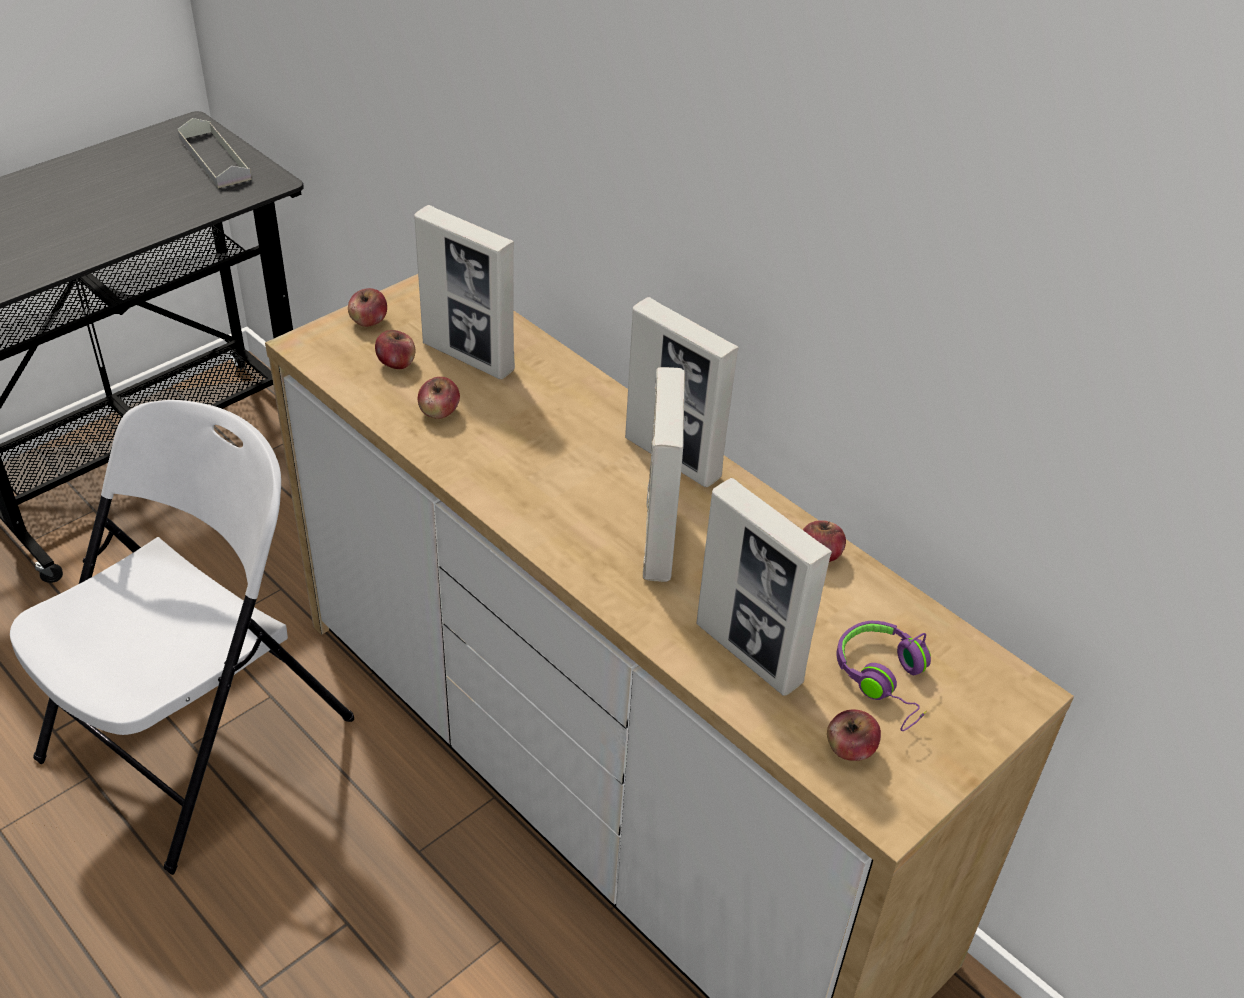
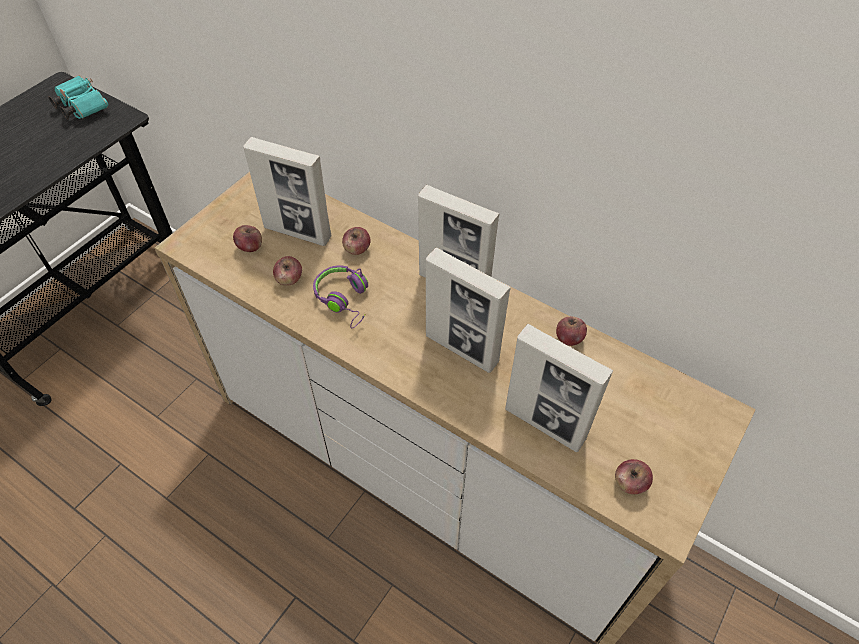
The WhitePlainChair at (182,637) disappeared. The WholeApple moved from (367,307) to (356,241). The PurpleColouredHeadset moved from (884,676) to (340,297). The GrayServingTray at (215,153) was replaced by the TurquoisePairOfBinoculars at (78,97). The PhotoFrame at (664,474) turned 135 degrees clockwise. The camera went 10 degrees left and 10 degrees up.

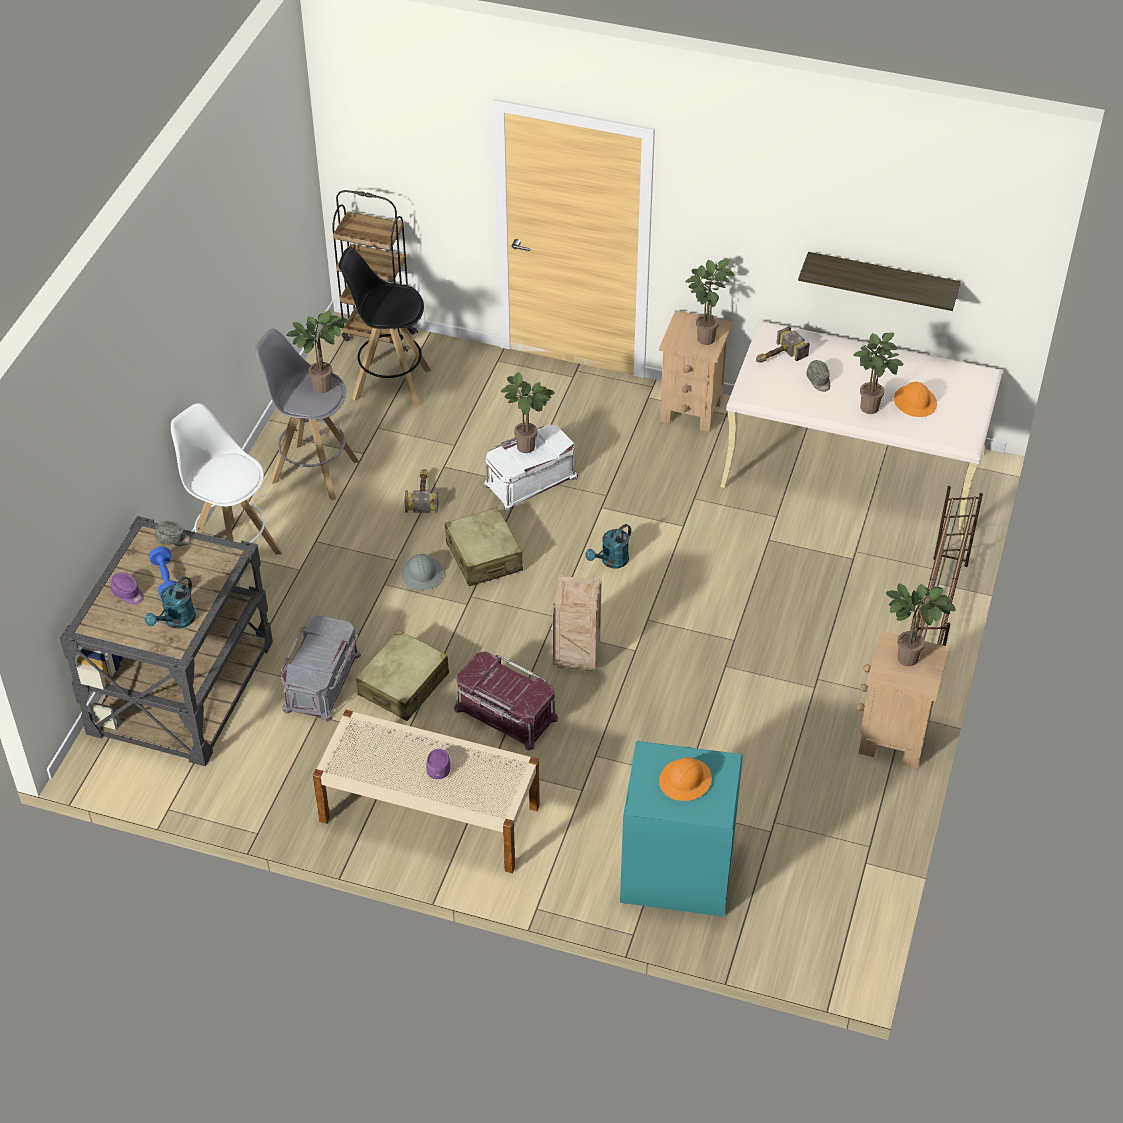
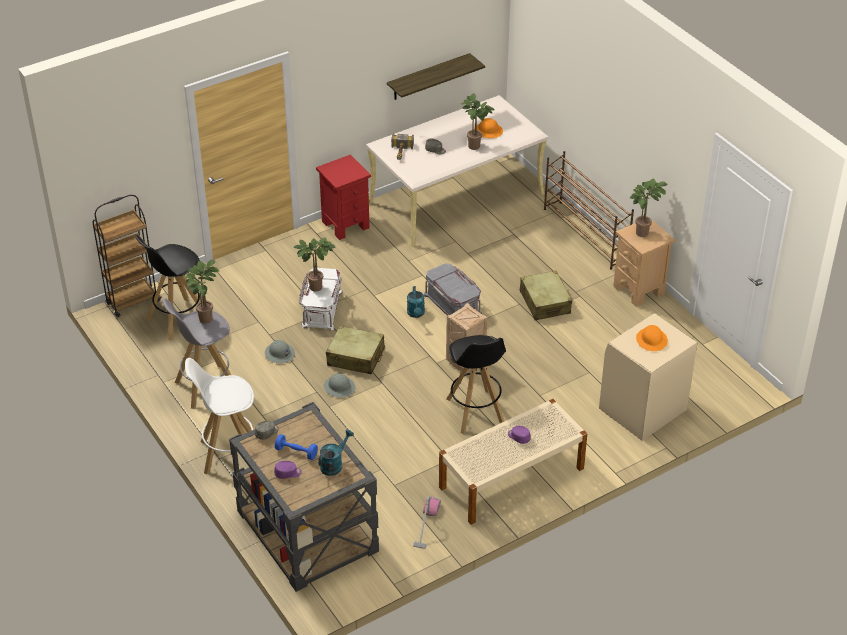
The Houseplant at (709,302) disappeared. The Vacuum at (427,522) appeared. The GrayStorageBin moved from (321,669) to (453,289). The BeigeTravelCase moved from (402,675) to (546,295). The ToolHammer at (421,491) was replaced by the GraySafetyHelmet at (280,351). The RedColouredStorageBin at (506,701) was replaced by the BlackColouredStoolSeat at (476,384). The TurquoiseWashingMachine at (681,829) became the BeigeWashingMachine at (648,377). The BeigeNightTable at (696,371) became the RedColouredNightTable at (343,197). The TurquoiseWateringPot at (170,602) turned 120 degrees counterclockwise. The camera went 50 degrees left and 5 degrees down.

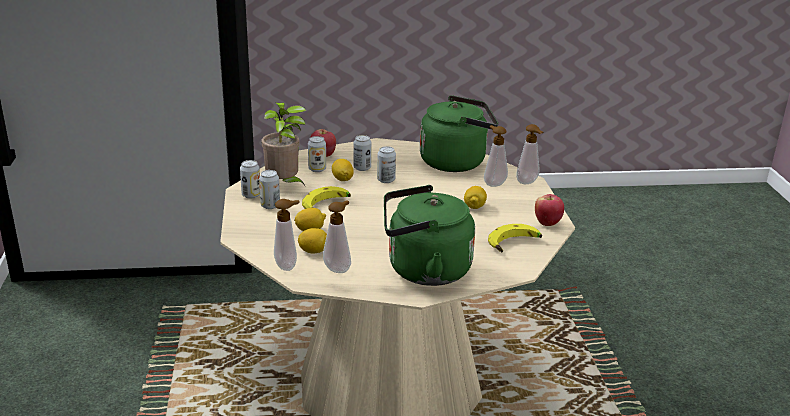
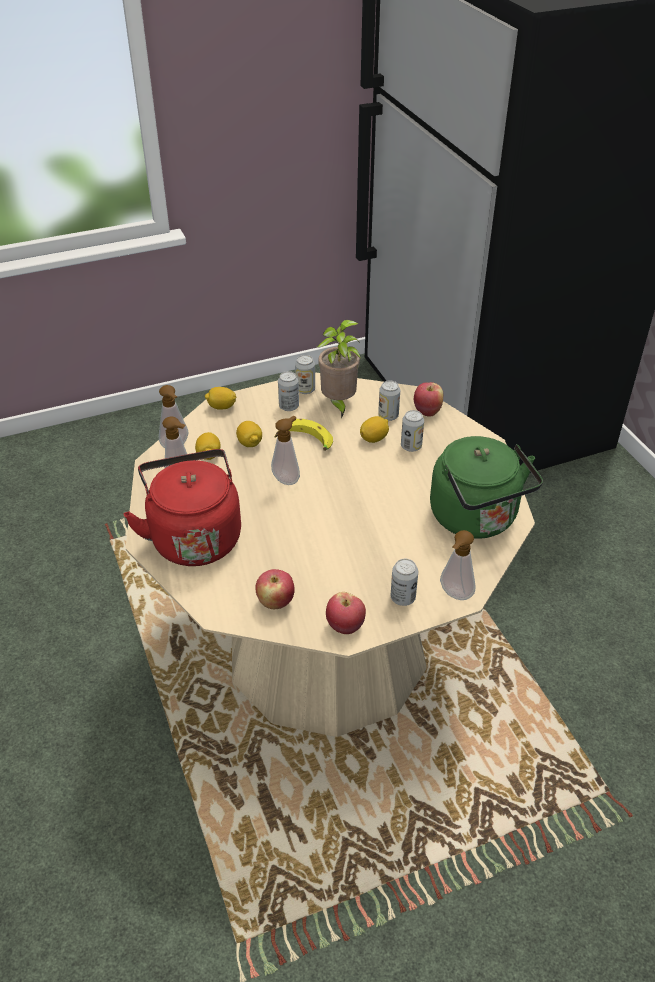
The Can moved from (386,164) to (404,582). The Lemon moved from (475,197) to (221,398). The LiquidSoapBottle moved from (496,156) to (285,450). The Banana at (515,238) was replaced by the WholeApple at (275,589). The GreenColouredTeaKettle at (429,235) became the RedColouredTeaKettle at (182,507). The camera went 75 degrees right and 15 degrees up.

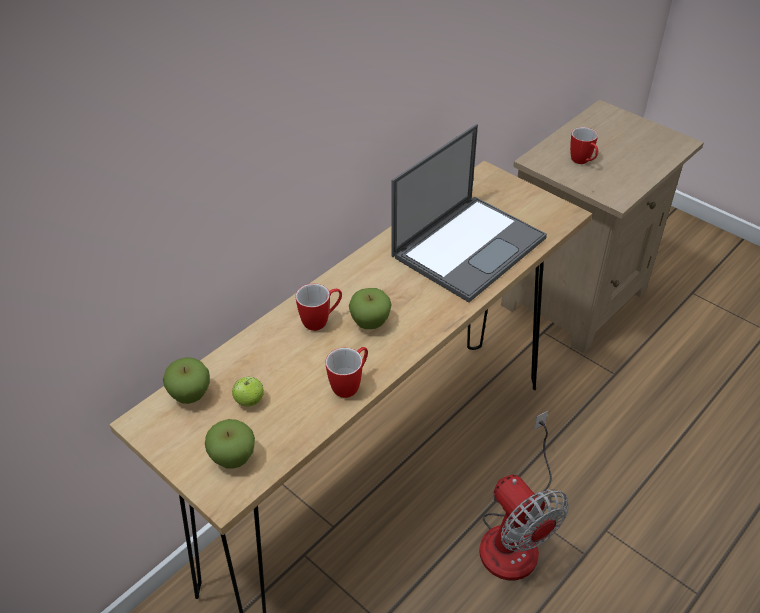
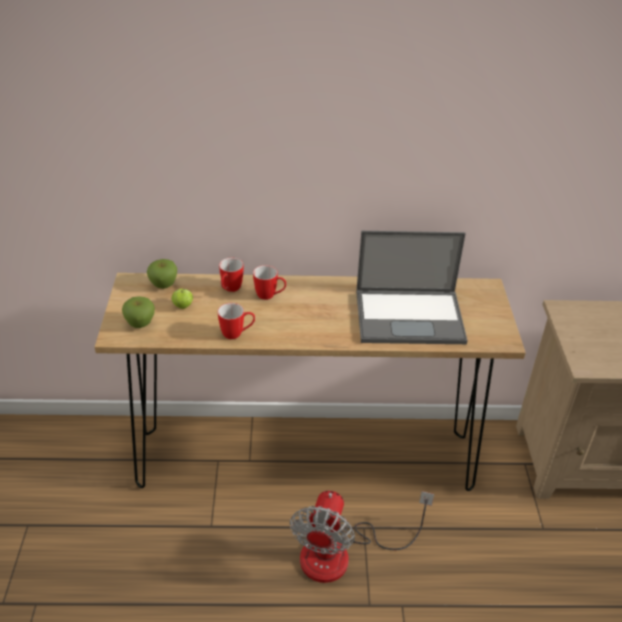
The WholeApple at (370,308) disappeared. The Mug moved from (584,145) to (231,275). The camera went 45 degrees right and 5 degrees down.

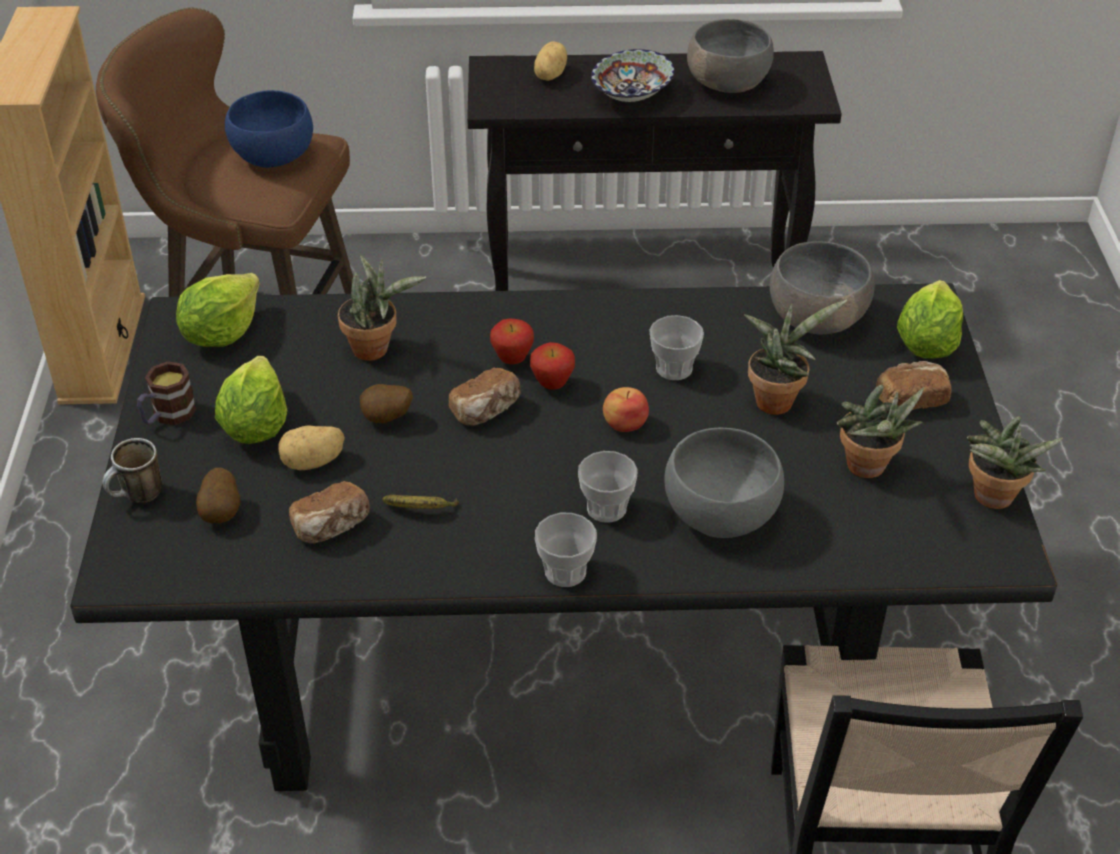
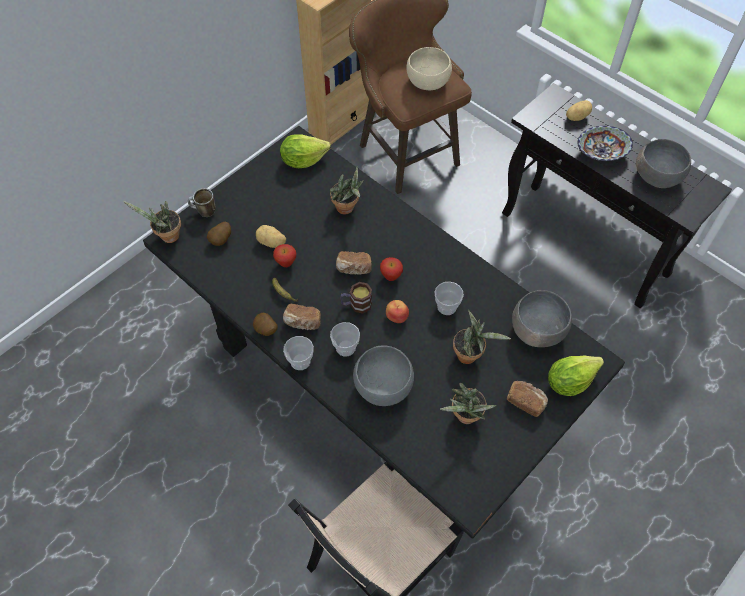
The Lettuce at (251,400) disappeared. The Mug moved from (167,393) to (356,298). The BakeryBread moved from (329,512) to (302,317). The WholePotato moved from (386,403) to (265,324). The WholeApple moved from (512,341) to (285,255). The Houseplant moved from (1015,463) to (152,222). The BlueDeepDish at (269,129) became the BeigeDeepDish at (429,68). The camera went 45 degrees right and 15 degrees up.

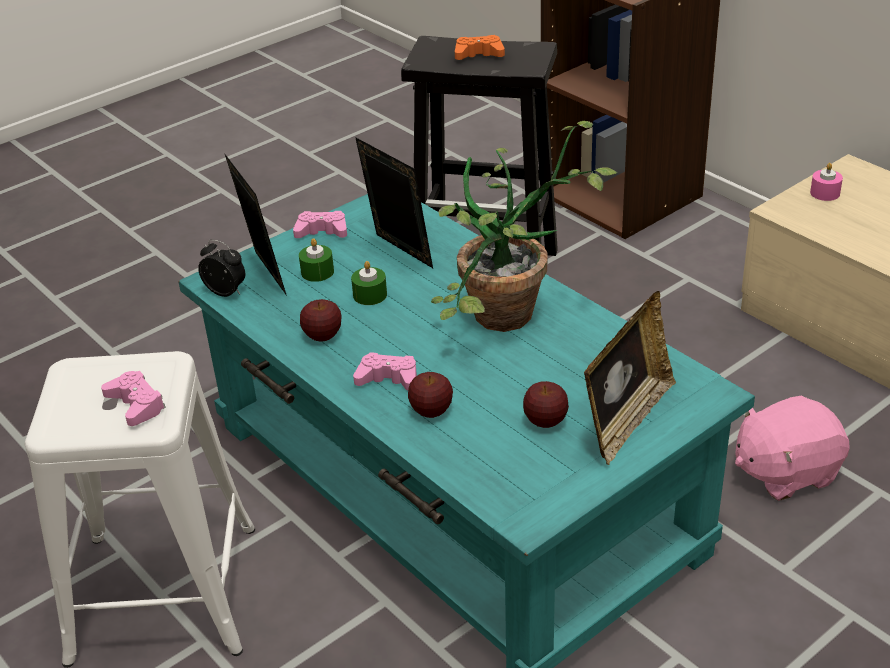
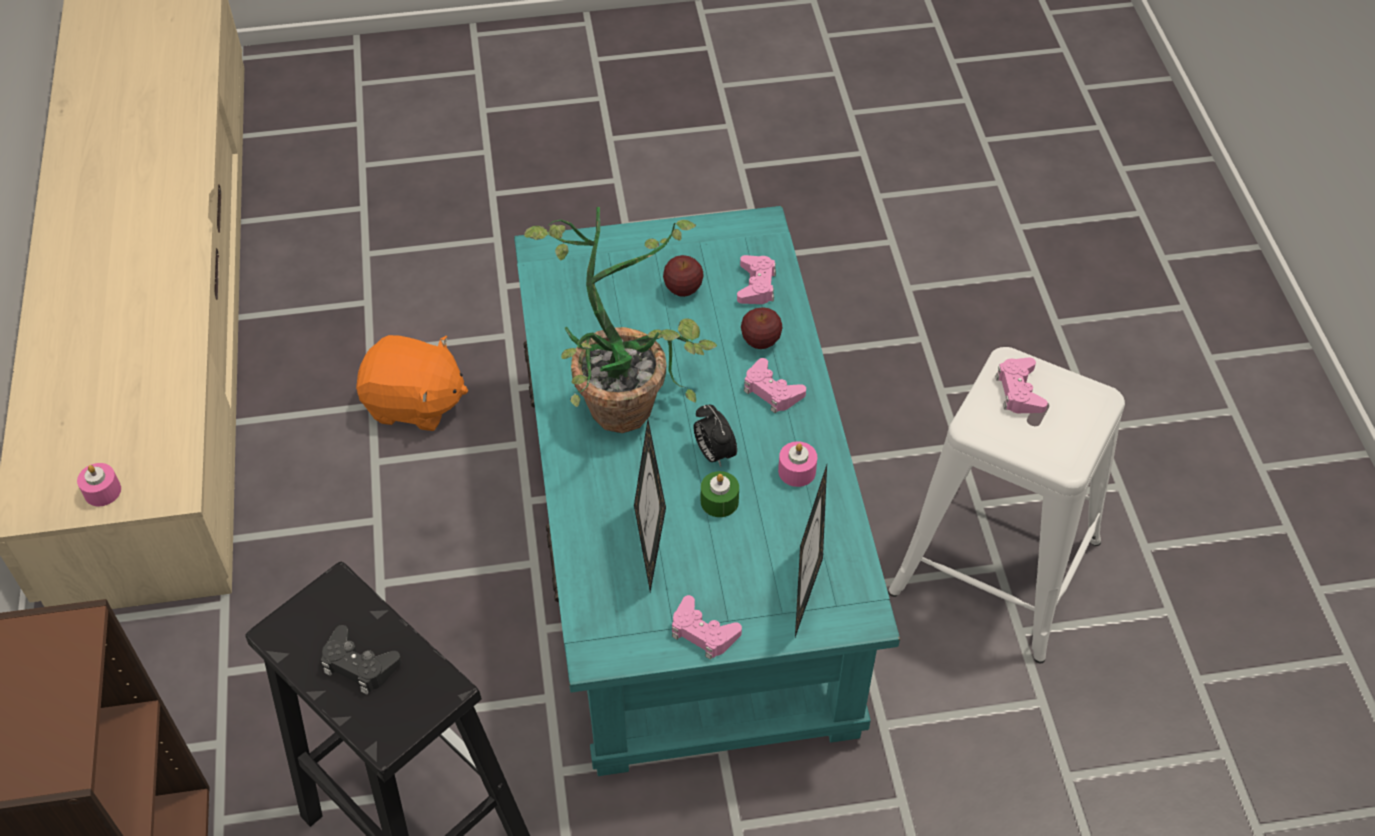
The GreenColouredWaxLight at (316,260) disappeared. The PhotoFrame at (630,378) disappeared. The PinkJoypad at (756,279) appeared. The BedsideClock moved from (221,268) to (715,436). The WholeApple at (321,320) was replaced by the PinkWaxLight at (797,464). The OrangeyJoypad at (480,47) became the BlackColouredJoypad at (361,659). The PinkSoftToy at (792,448) became the OrangeySoftToy at (412,383). The camera went 150 degrees left and 15 degrees up.

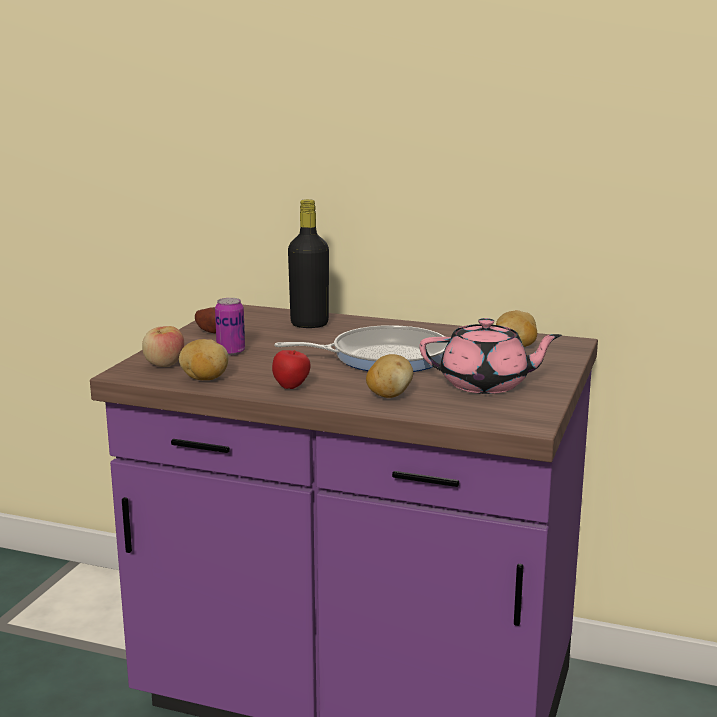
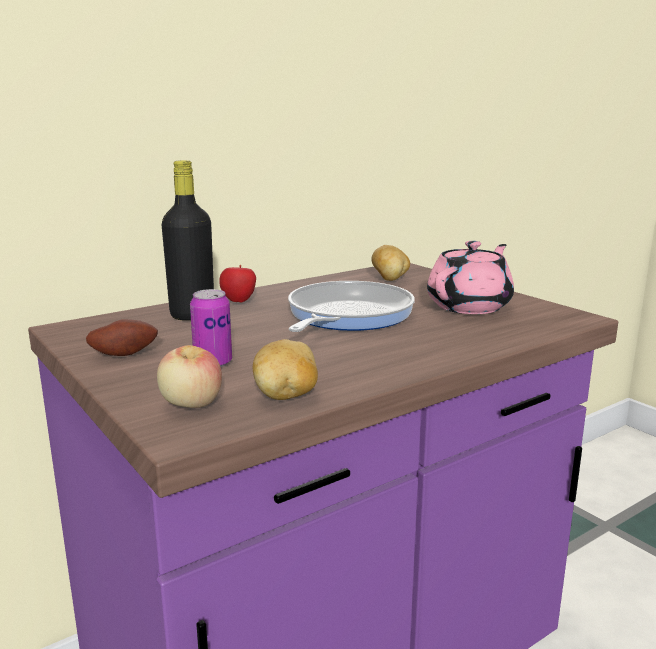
The WholePotato at (389,376) disappeared. The WholeApple moved from (291,369) to (238,283). The camera went 55 degrees left and 0 degrees up.

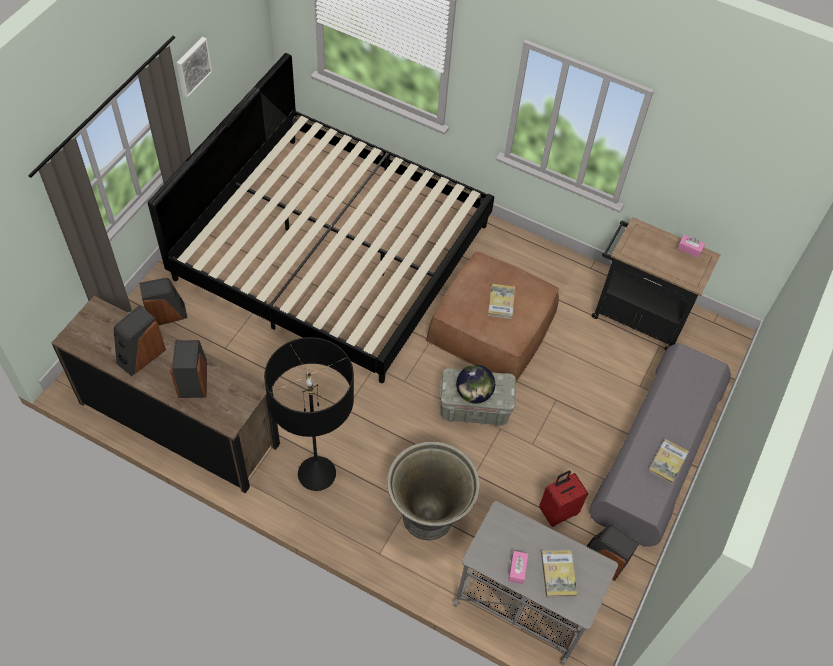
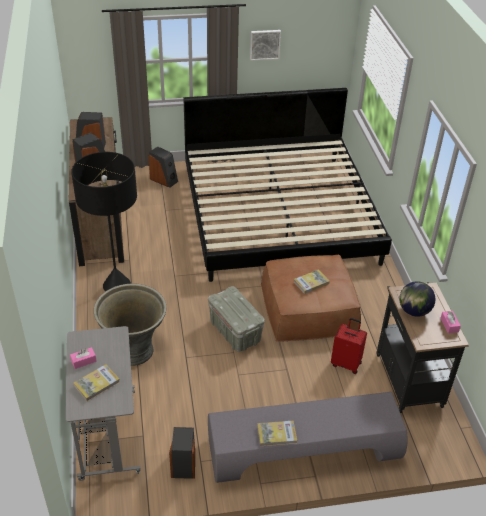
The DeskGlobe moved from (475,384) to (417,299). The RedColouredTravelCase moved from (563,498) to (349,346). The camera went 55 degrees right and 15 degrees down.

